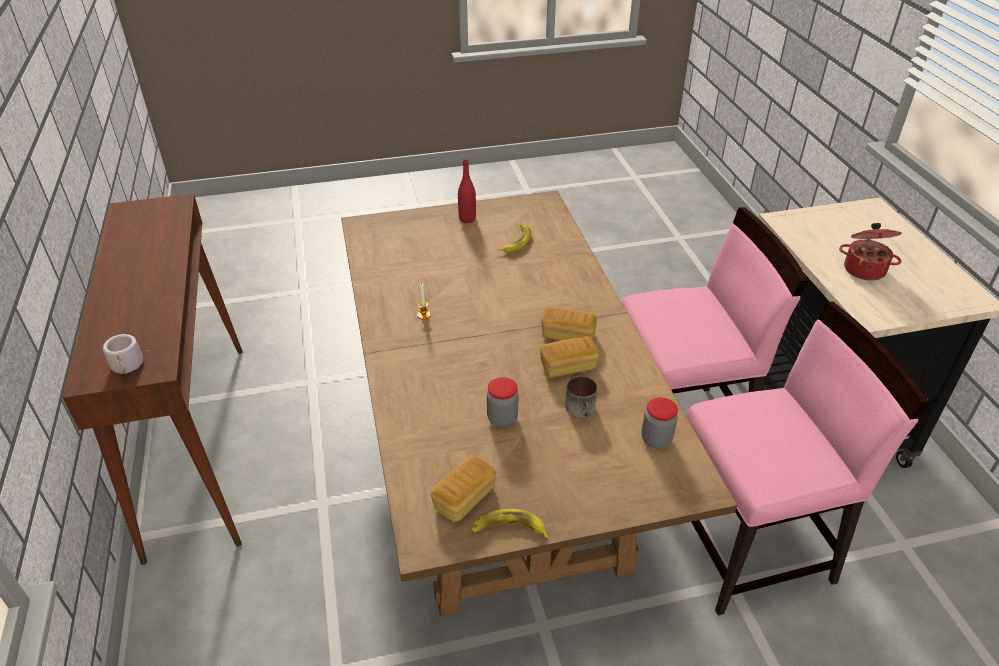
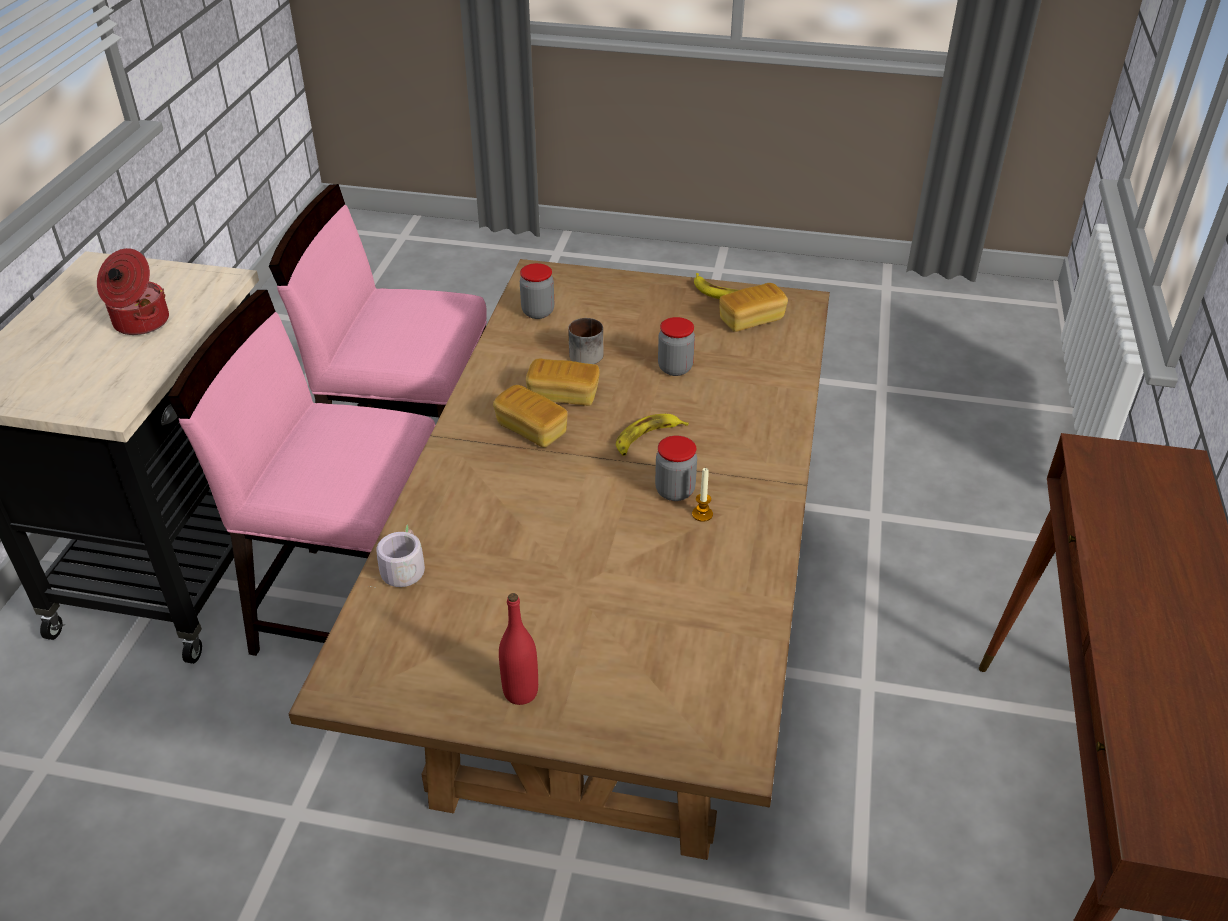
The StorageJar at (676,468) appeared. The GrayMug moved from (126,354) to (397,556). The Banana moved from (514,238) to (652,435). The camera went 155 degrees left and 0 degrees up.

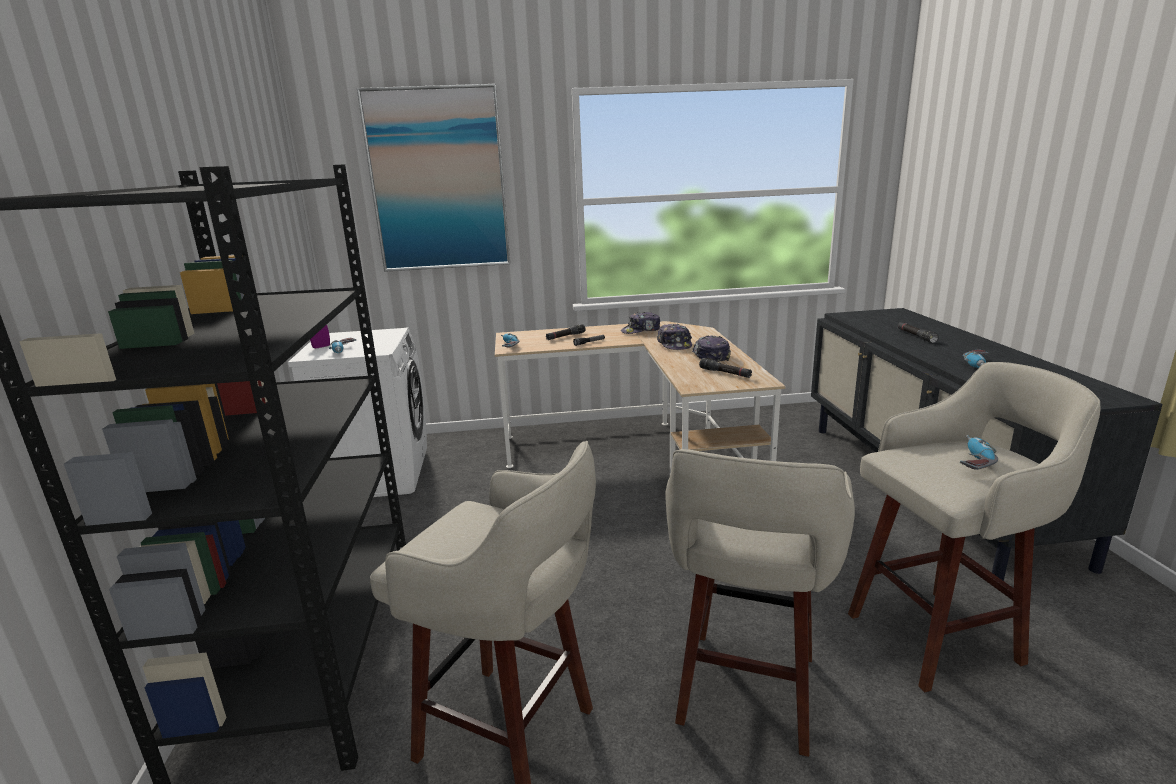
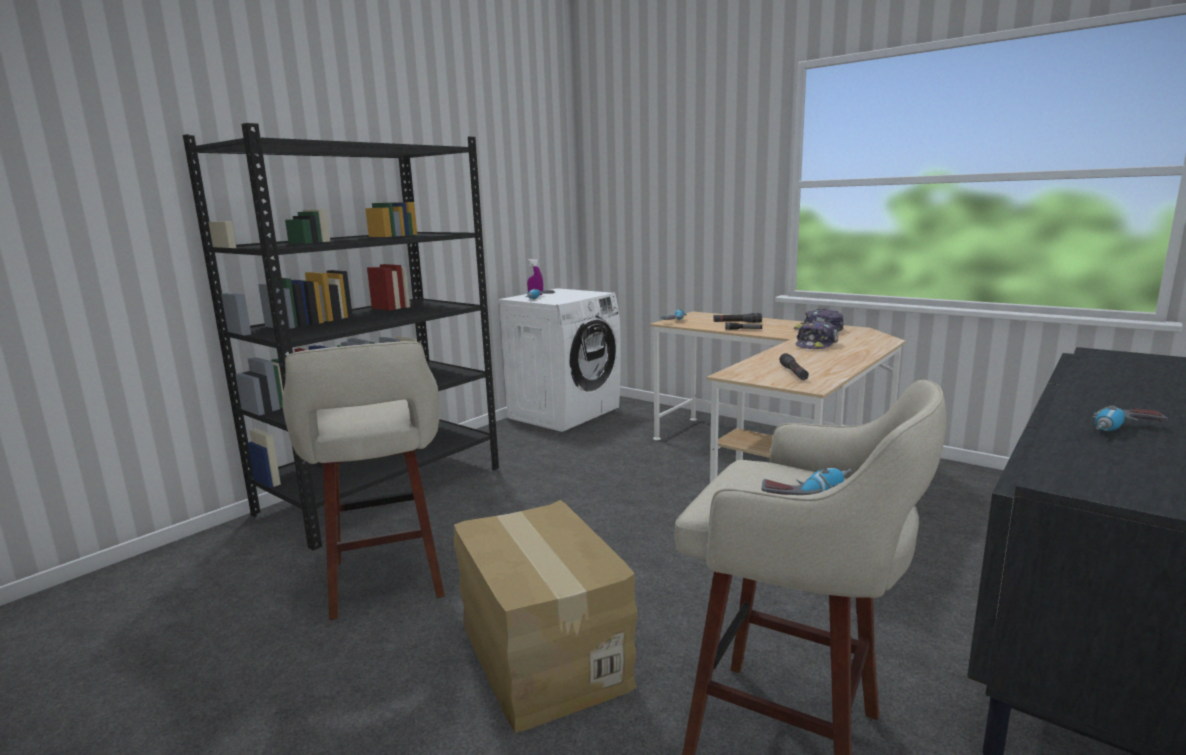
The WallPicture at (433,178) disappeared. The BaseballCap at (711,348) disappeared. The BlackColouredTorch at (918,332) disappeared. The BeigeStoolSeat at (760,603) was replaced by the Carton at (546,616). The camera went 45 degrees right and 5 degrees down.

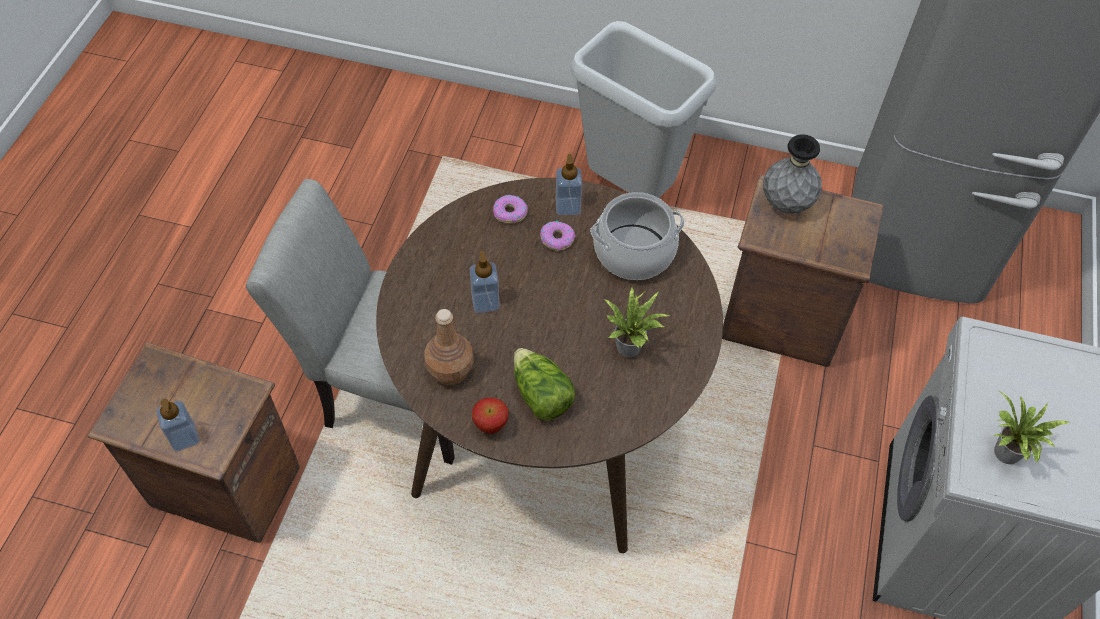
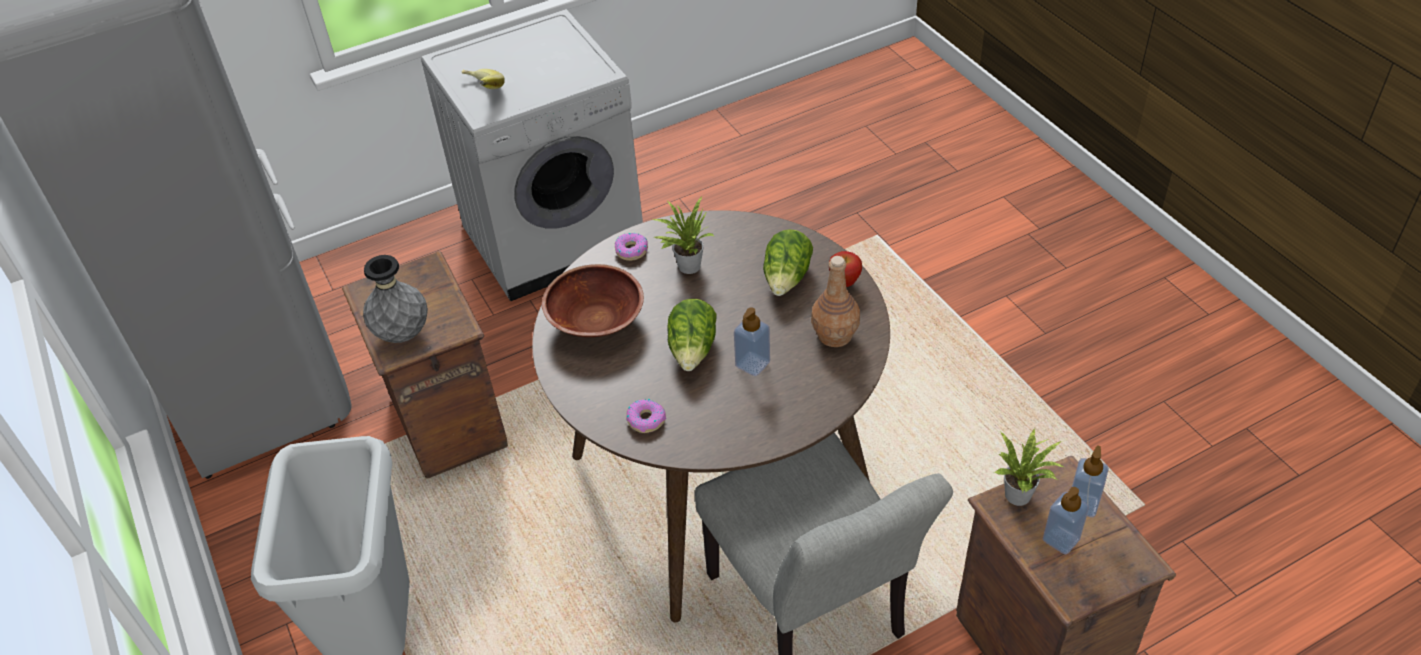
The Banana at (483,79) appeared. The Lettuce at (691,335) appeared. The Doughnut moved from (558,236) to (631,247). The LiquidSoapBottle moved from (568,184) to (1065,520). The Houseplant moved from (1031,428) to (1029,467). The Saucepot at (637,236) was replaced by the BrownColouredDeepDish at (593,300). The camera went 130 degrees left and 10 degrees down.

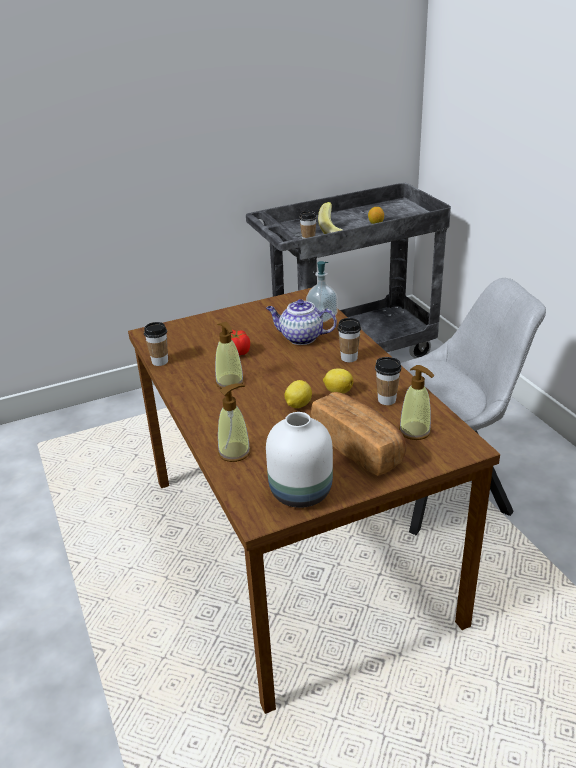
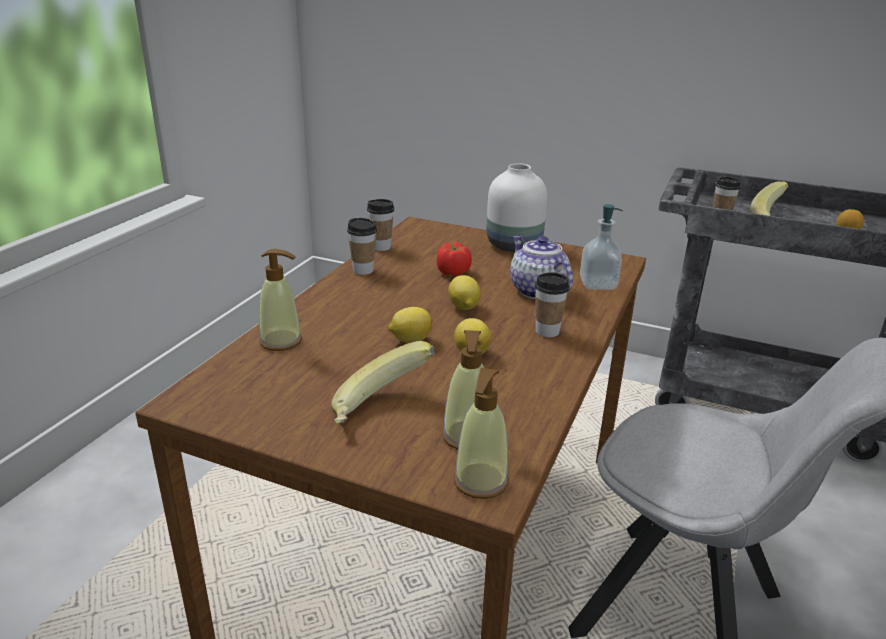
The Lemon at (464,292) appeared. The LiquidSoapBottle moved from (229,355) to (481,433). The WhiteDecorativeVase moved from (299,460) to (517,207). The SmallCup moved from (388,381) to (362,246). The BakeryBread at (358,434) was replaced by the Banana at (383,382). The camera went 45 degrees right and 5 degrees down.

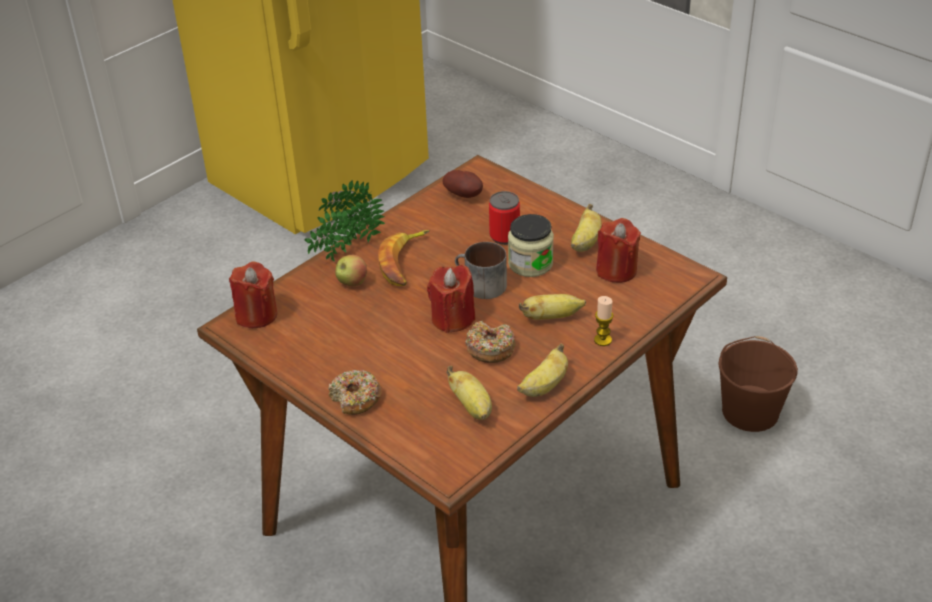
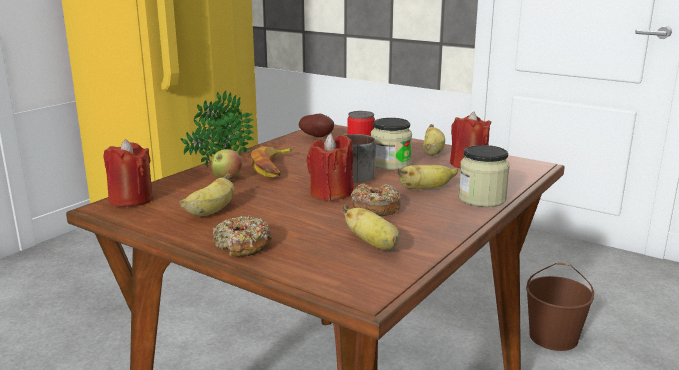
The Banana moved from (542,370) to (207,194). The WaxLight at (604,321) was replaced by the StorageJar at (484,176). The camera went 10 degrees left and 20 degrees down.

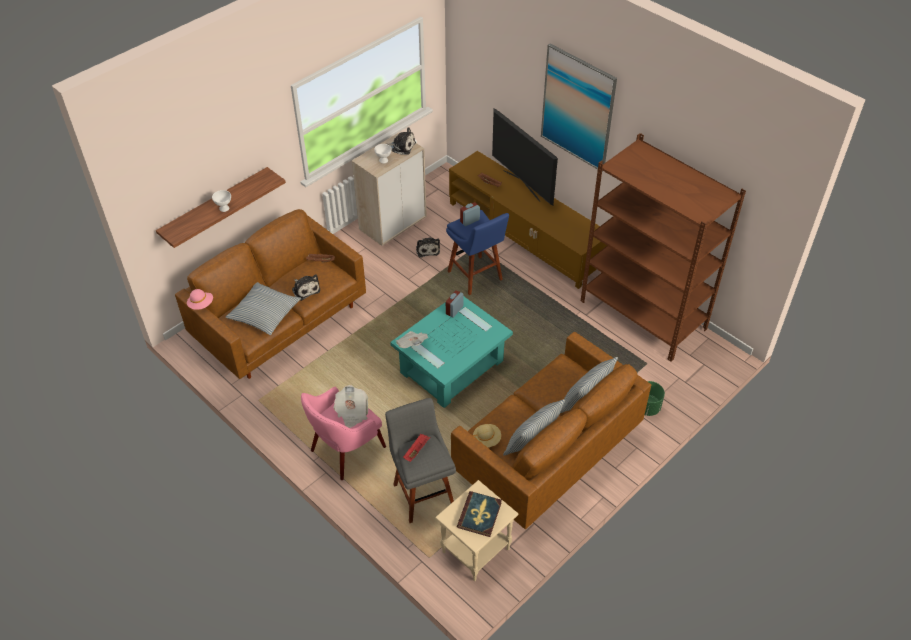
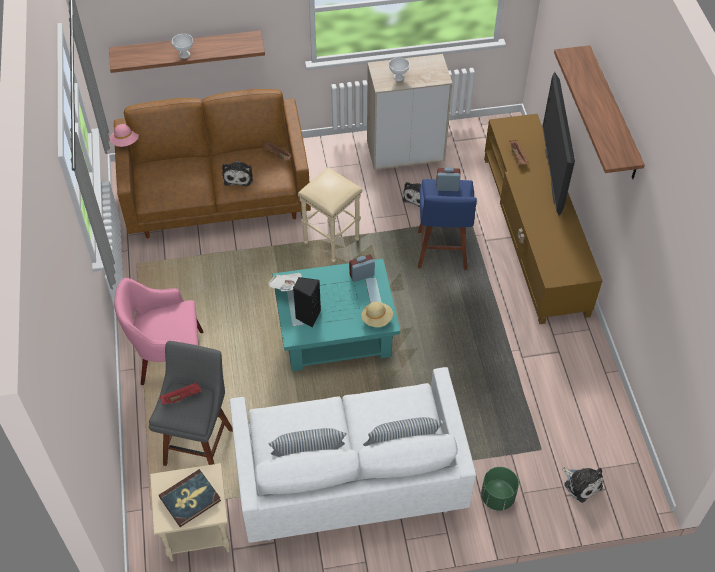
The Cushion at (263,308) disappeared. The Newspaper at (350,406) disappeared. The BrownColouredBookcase at (663,247) disappeared. The BlackColouredAudioSpeaker at (307,302) appeared. The BeigeStoolSeat at (330,215) appeared. The SoftToy moved from (402,141) to (582,485). The BeigeWearableHat moved from (487,435) to (377,314). The WallPicture at (579,108) was replaced by the Shelf at (599,112). The BrownColouredSettee at (551,430) became the WhiteSettee at (353,455). The camera went 35 degrees right and 5 degrees up.

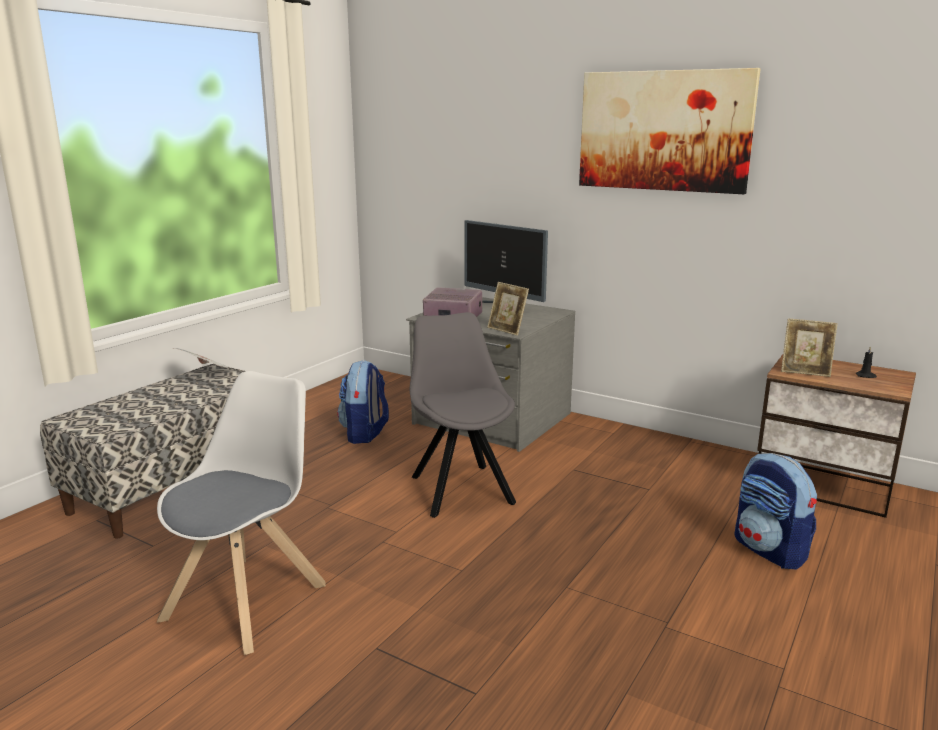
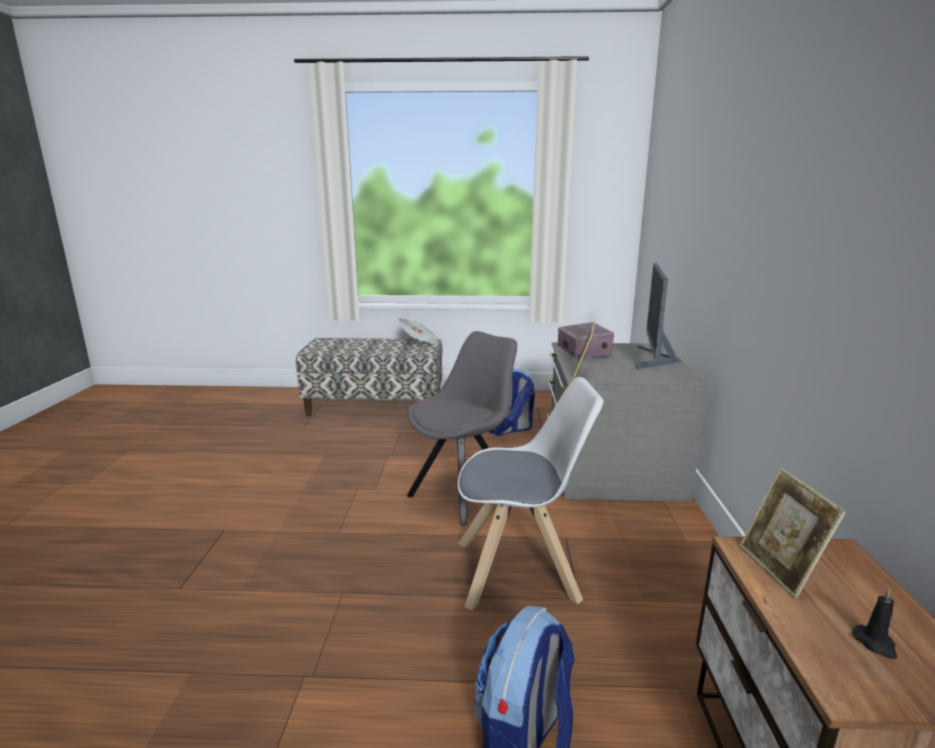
The WallPicture at (670,131) disappeared. The PlainChair moved from (241,513) to (531,494). The camera went 60 degrees right and 0 degrees up.

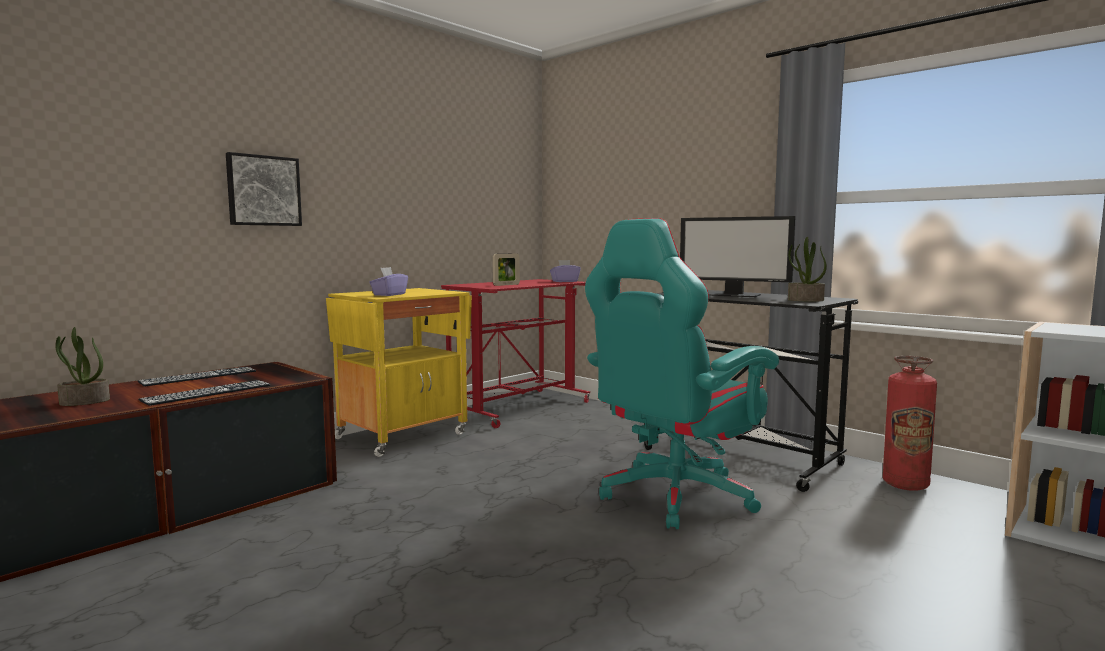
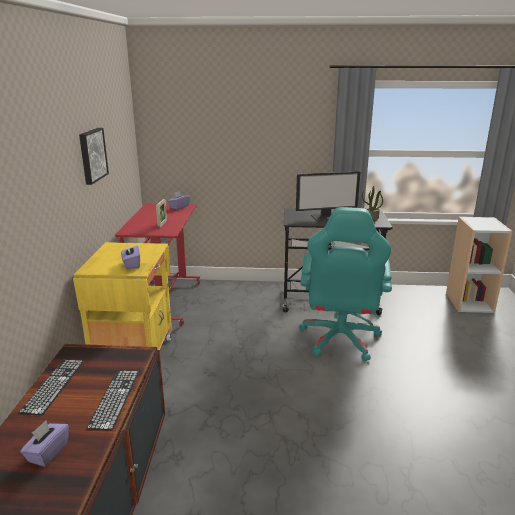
The Extinguisher at (910,423) disappeared. The WallPicture moved from (264,189) to (94,156). The Houseplant at (82,366) was replaced by the PurpleColouredTissueBox at (44,444). The camera went 40 degrees left and 15 degrees up.

